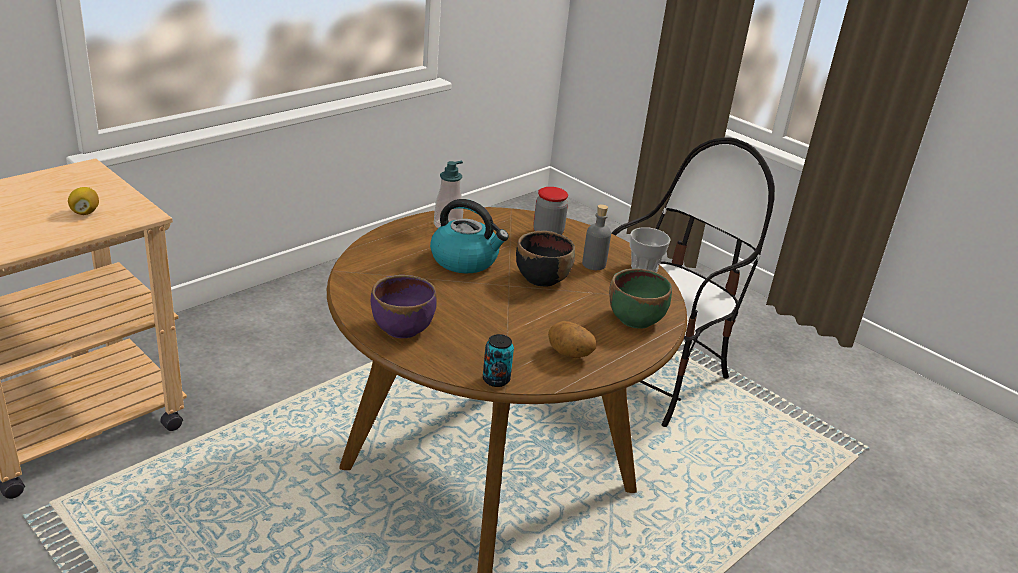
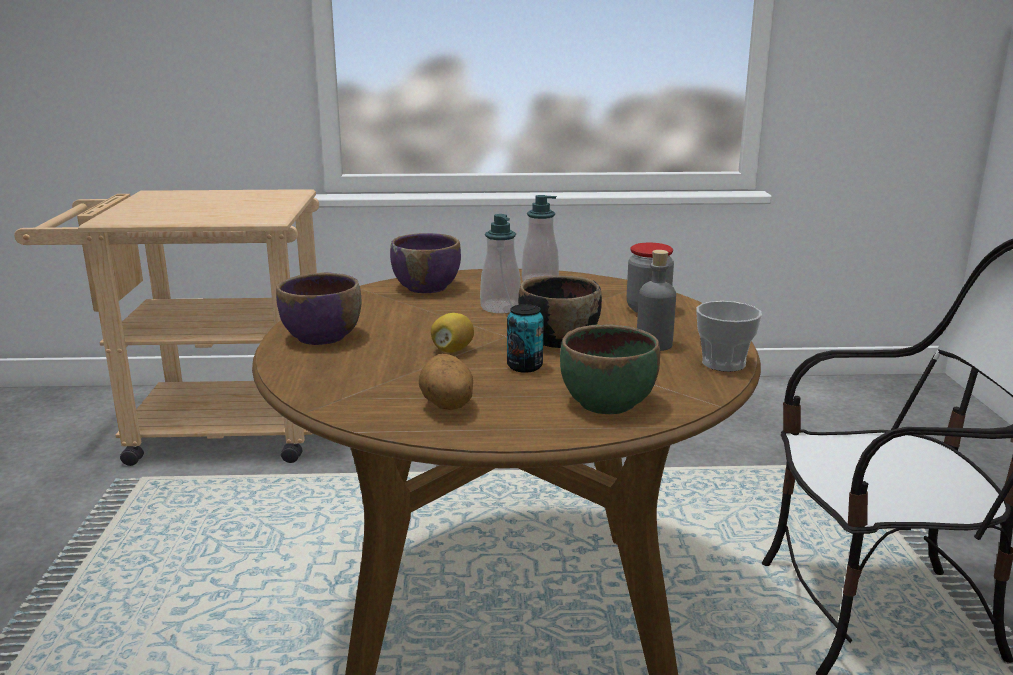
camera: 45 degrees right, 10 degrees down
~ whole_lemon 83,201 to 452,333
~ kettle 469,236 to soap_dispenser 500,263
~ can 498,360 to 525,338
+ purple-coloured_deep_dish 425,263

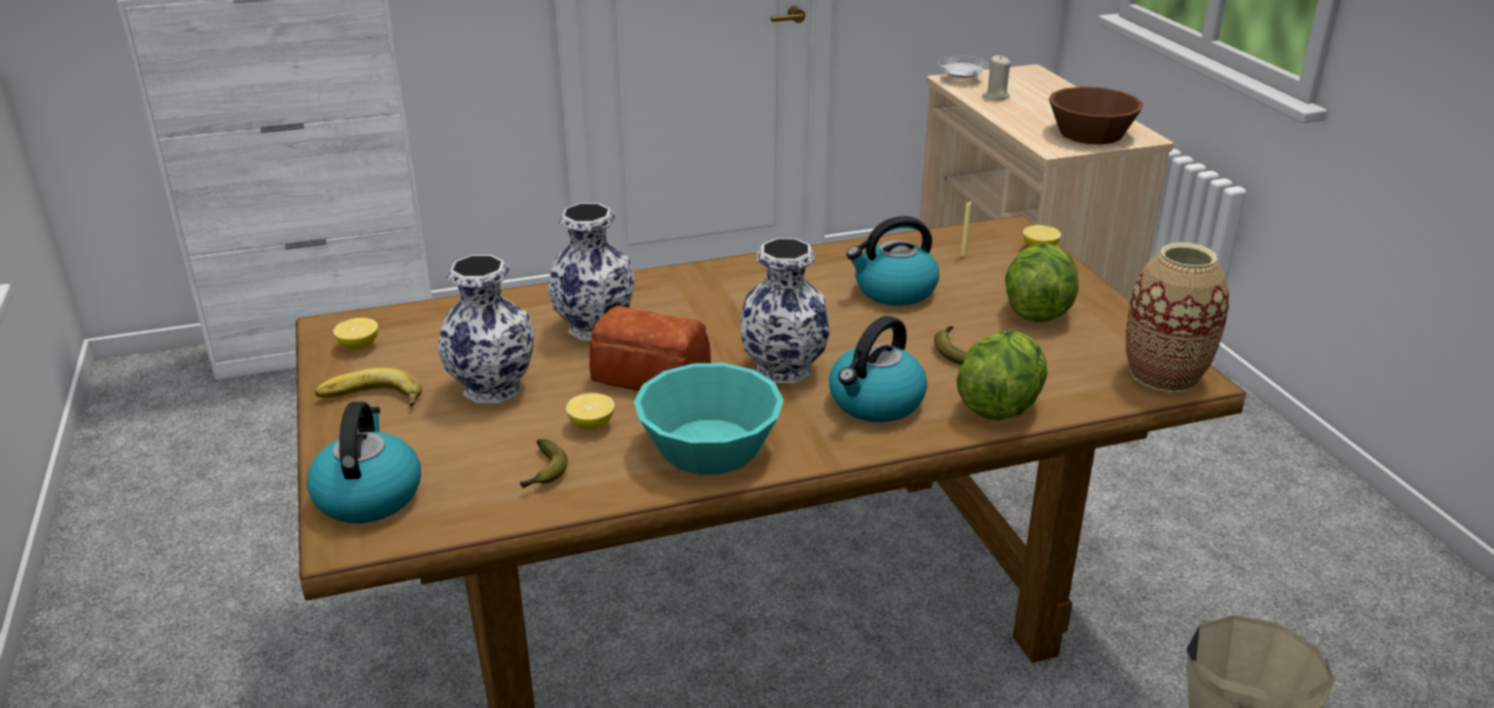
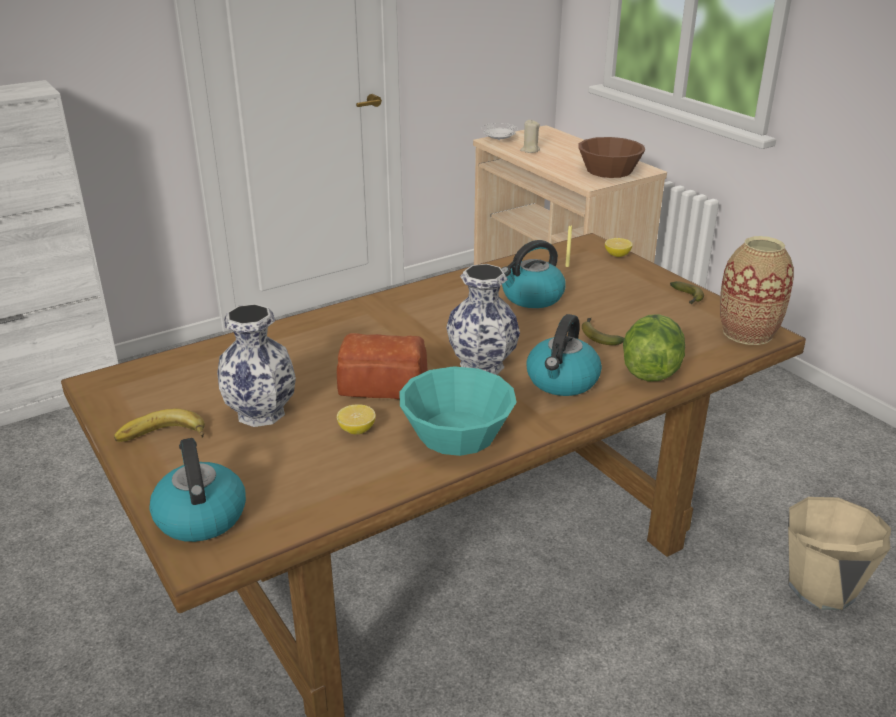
camera: 15 degrees left, 0 degrees up
- whole_lemon 355,334
~ banana 544,463 to 687,292
- flower_vase 591,271
- lettuce 1042,282

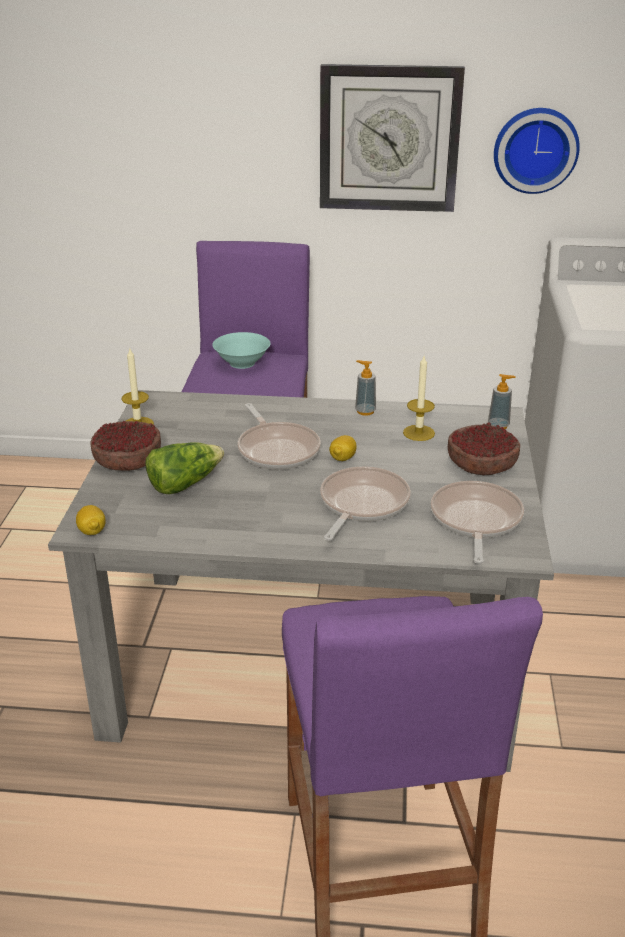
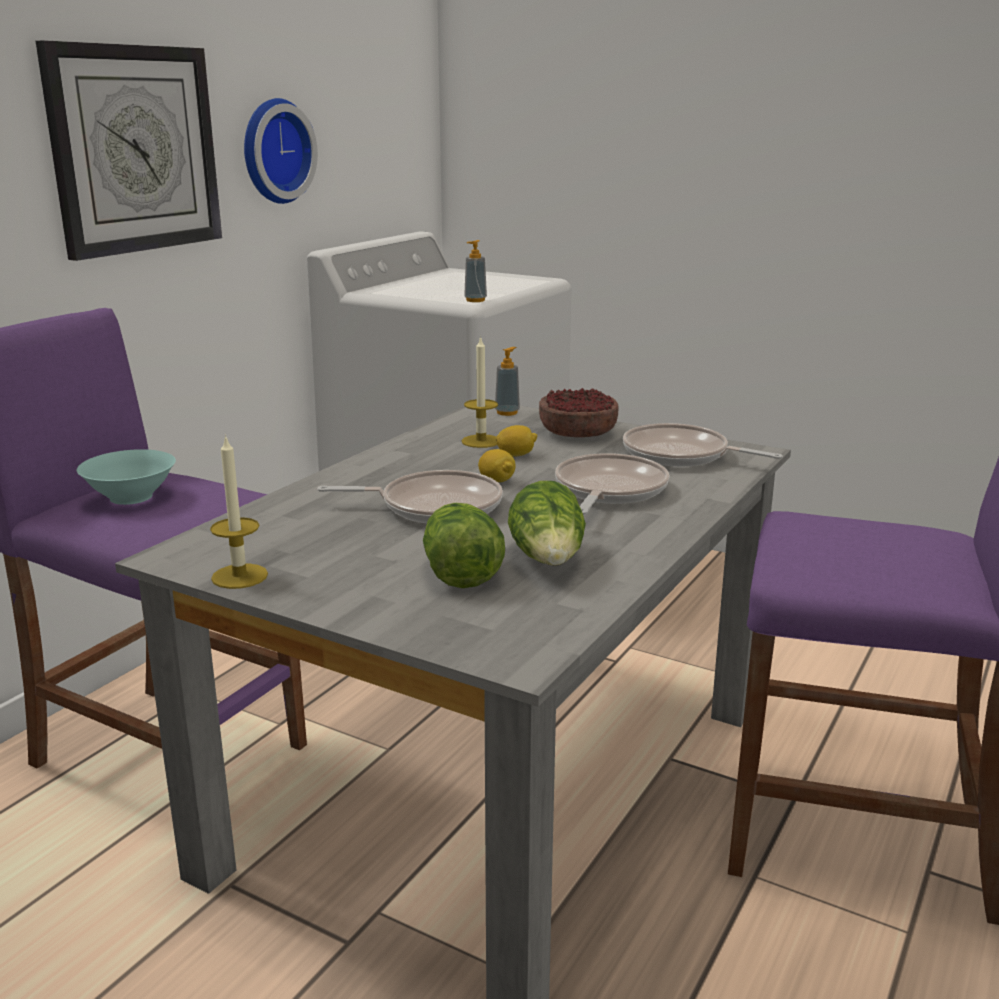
camera: 65 degrees left, 10 degrees down
~ whole_lemon 90,520 to 516,441
- deep_dish 126,446
~ frying_pan 365,503 = 612,484 60 degrees clockwise
~ soap_dispenser 365,388 to 475,271
+ lettuce 547,523

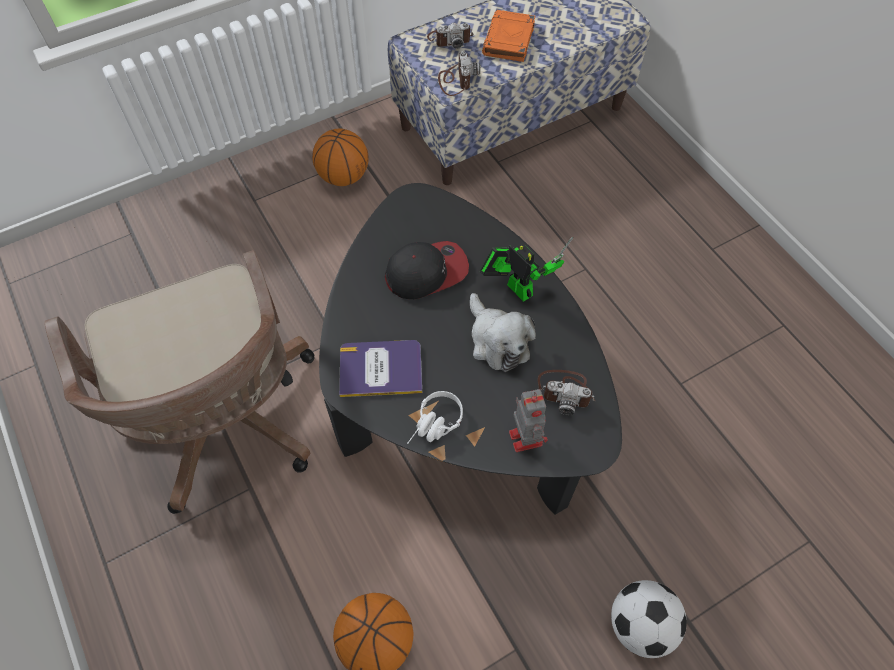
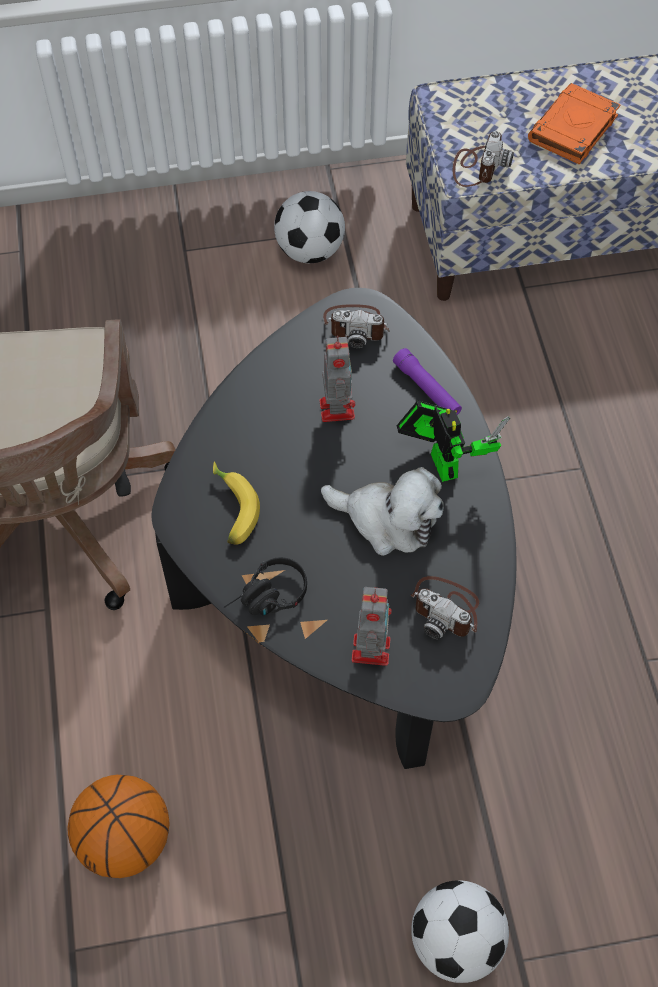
camera: 20 degrees right, 0 degrees up
~ basketball_ball 340,157 to football 309,227
~ volume 380,368 to banana 236,503
~ baseball_cap 427,270 to toy_robot 337,378
~ white-coloured_pair_of_headphones 435,417 to black-coloured_pair_of_headphones 265,586
~ photo_camera 450,36 to 356,326
~ cuddly_toy 503,332 = 382,511 60 degrees counterclockwise
+ purple-coloured_flashlight 427,381

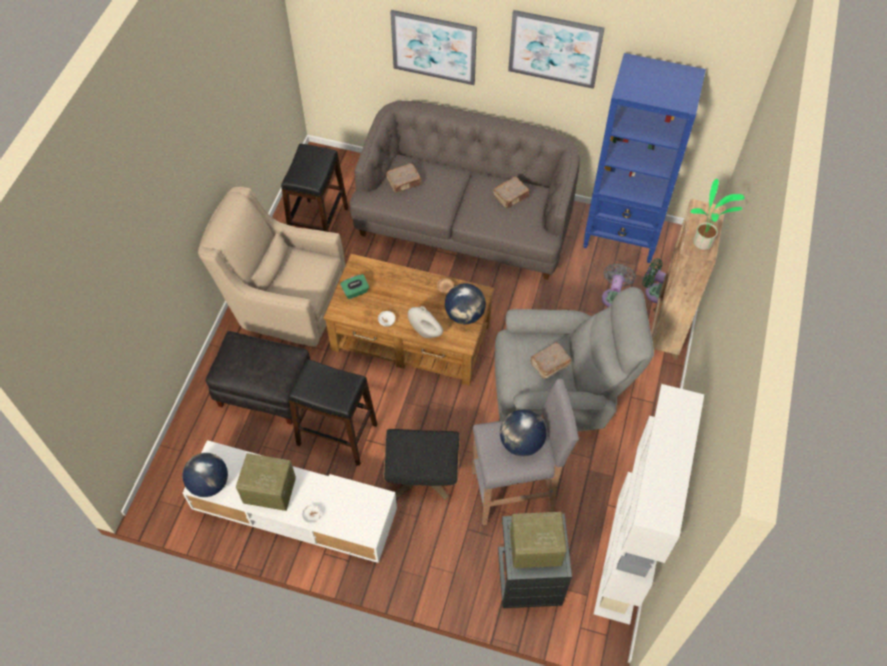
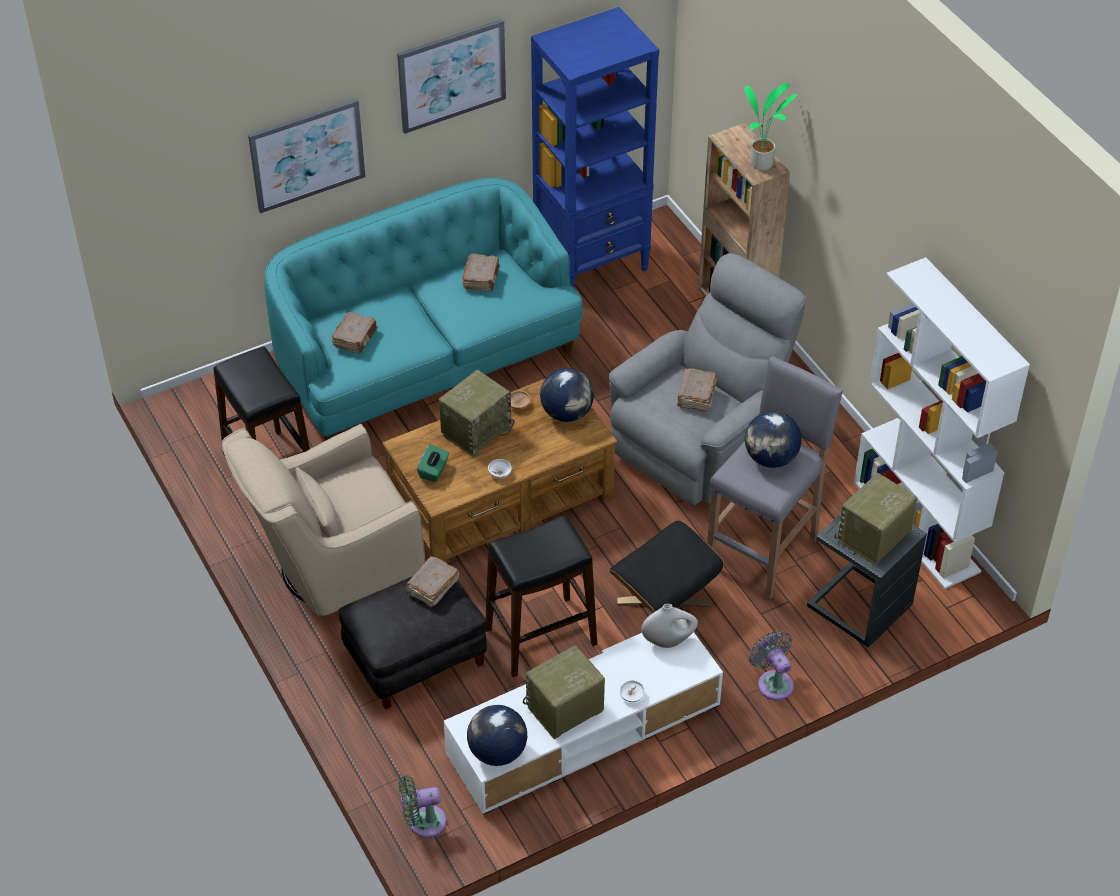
camera: 45 degrees left, 10 degrees down
~ gray_settee 465,190 to turquoise-coloured_settee 424,309
~ white-coloured_flower_vase 425,322 to 670,626
~ gray_cooling_fan 619,285 to 771,665
~ greenish_cooling_fan 654,280 to 423,806
+ brown-coloured_volume 432,581
+ radio 477,413

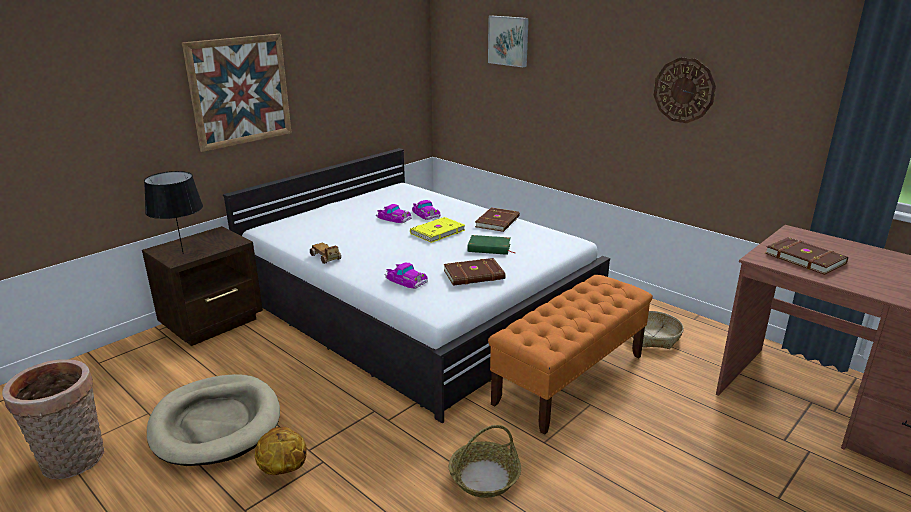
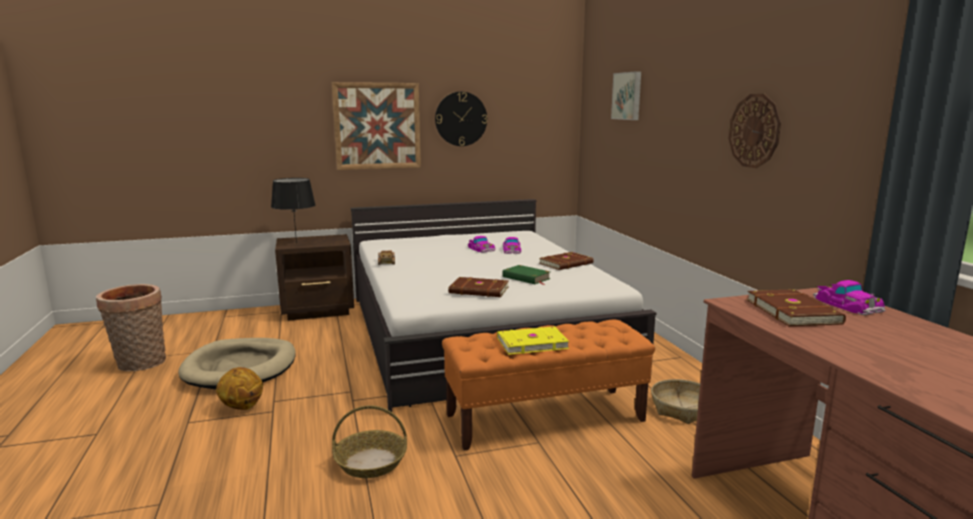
camera: 30 degrees right, 10 degrees down
~ model_car 406,276 to 849,297
~ yellow_volume 437,230 to 533,340
+ wall_clock 461,119

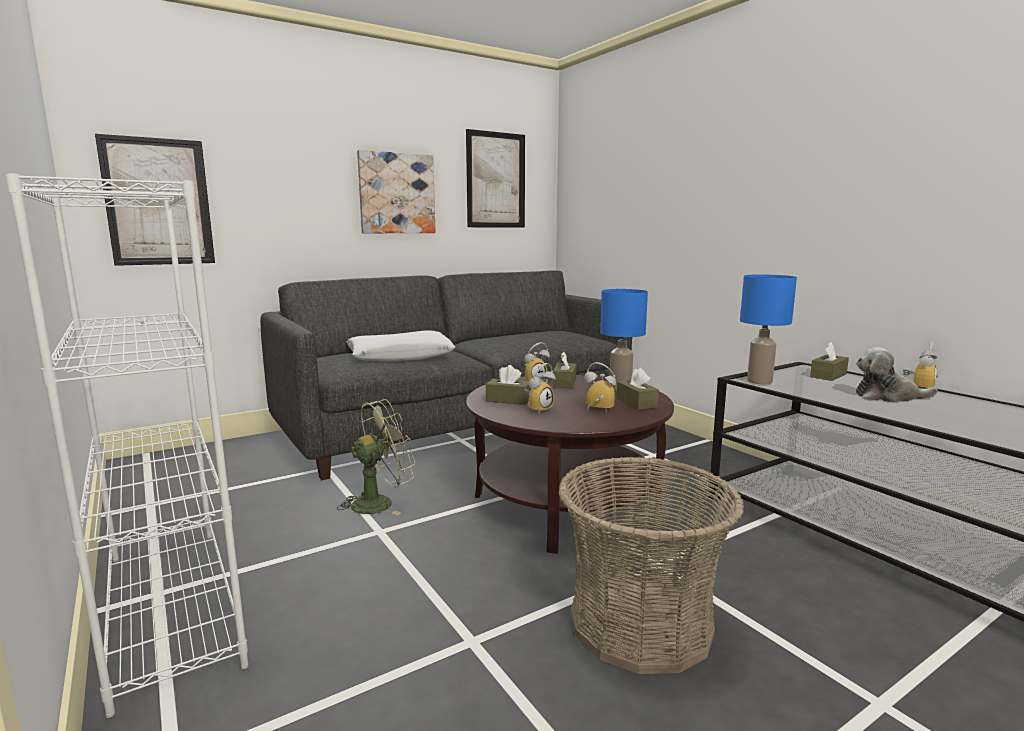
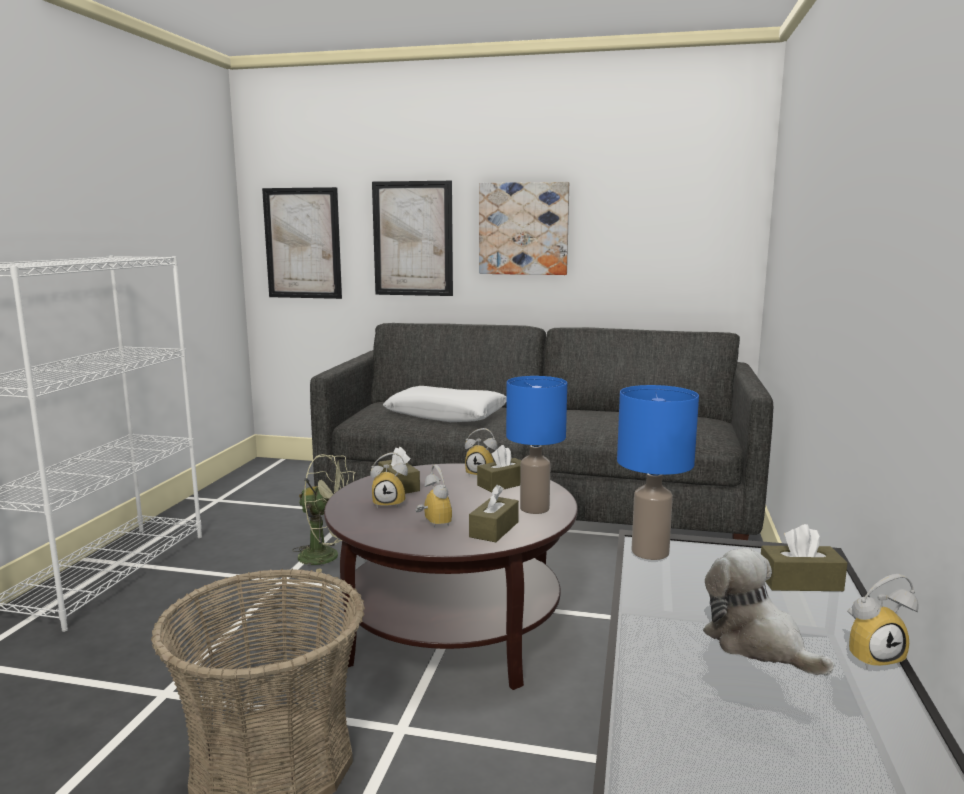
camera: 45 degrees right, 0 degrees up
~ wall_picture 495,178 to 412,238

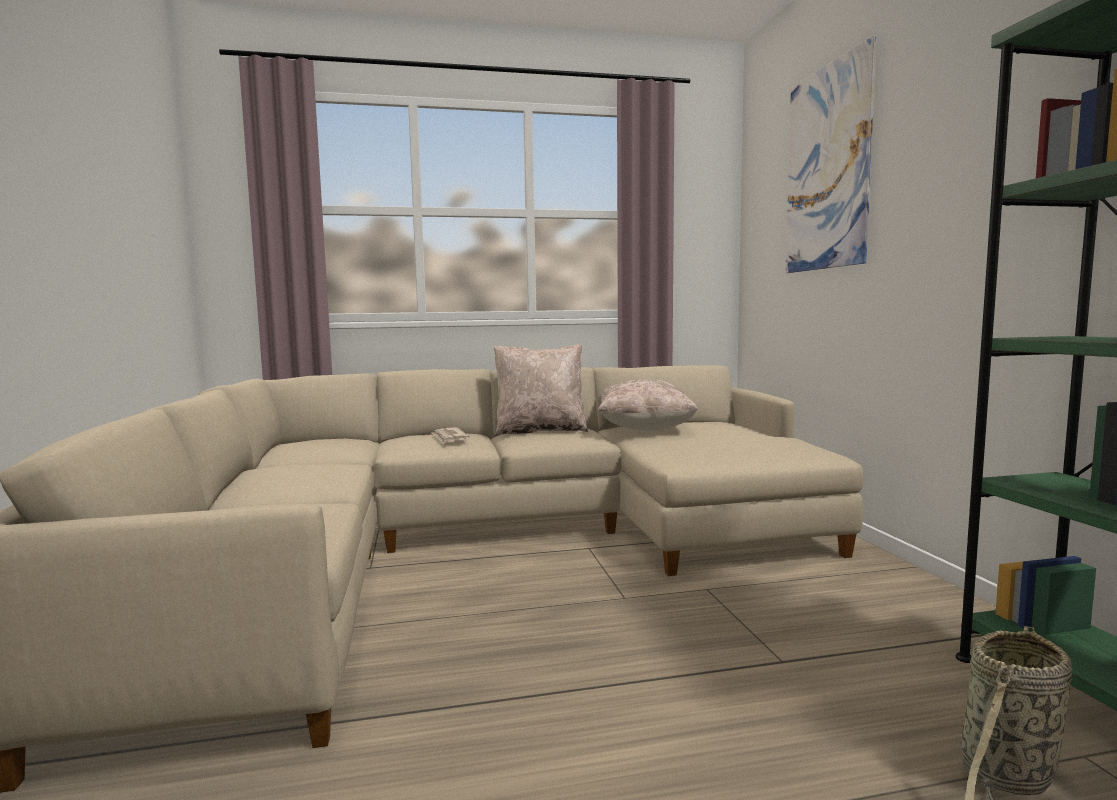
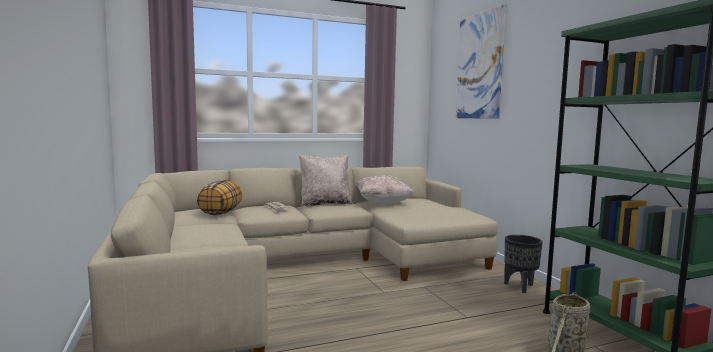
camera: 10 degrees left, 0 degrees up
+ cushion 219,198
+ black-coloured_planter 523,264

